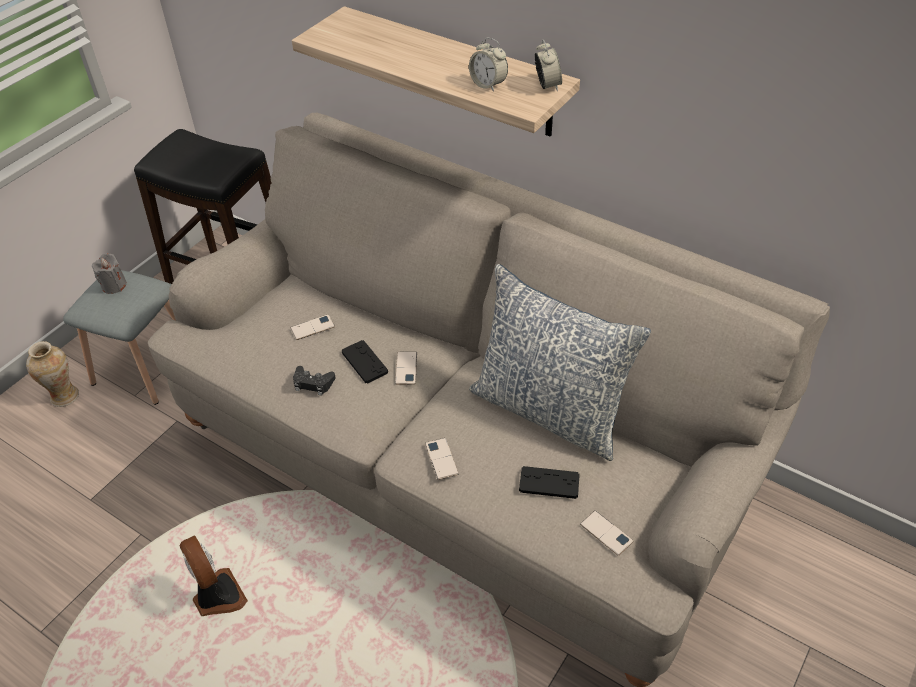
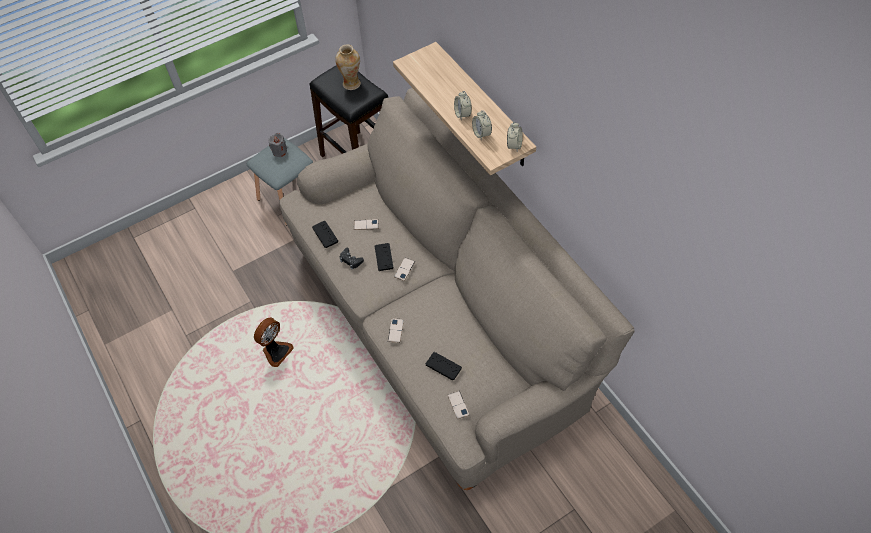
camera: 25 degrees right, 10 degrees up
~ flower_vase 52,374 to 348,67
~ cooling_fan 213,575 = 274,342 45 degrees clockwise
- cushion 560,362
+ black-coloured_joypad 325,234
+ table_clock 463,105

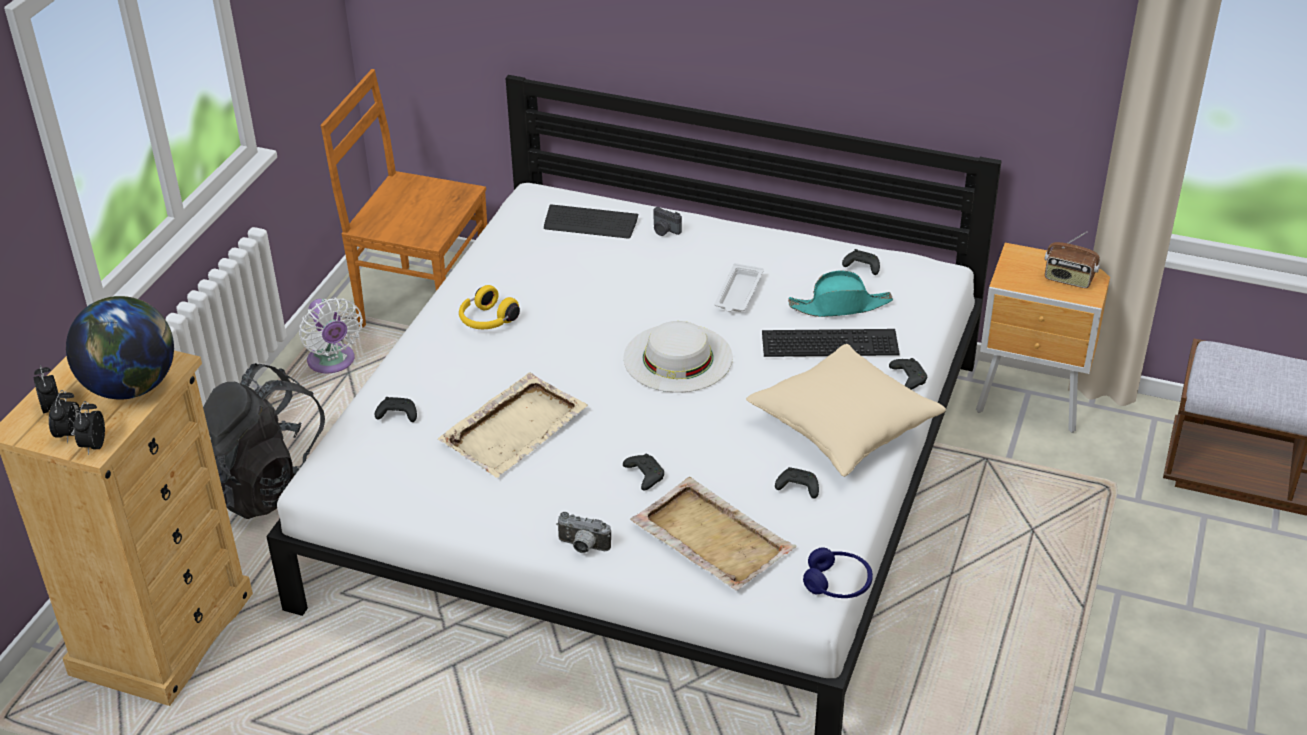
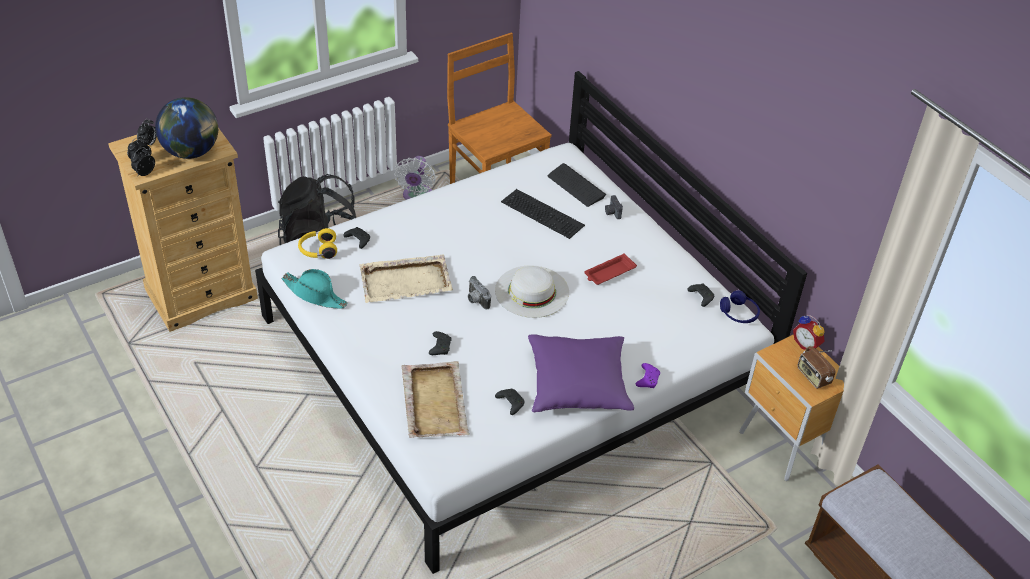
camera: 35 degrees right, 5 degrees up
~ yellow_pair_of_headphones 489,307 to 317,243
~ photo_camera 583,532 to 479,292
~ white-coloured_serving_tray 739,287 to red_serving_tray 611,269
~ beige-coloured_cushion 846,410 to purple-coloured_cushion 581,373
~ keyboard 831,343 to 543,214
~ turquoise-coloured_wearable_hat 840,293 to 314,288
~ bluish_pair_of_headphones 838,573 to 740,306
~ black-coloured_joypad 908,374 to purple-coloured_joypad 648,375
+ table_clock 809,333

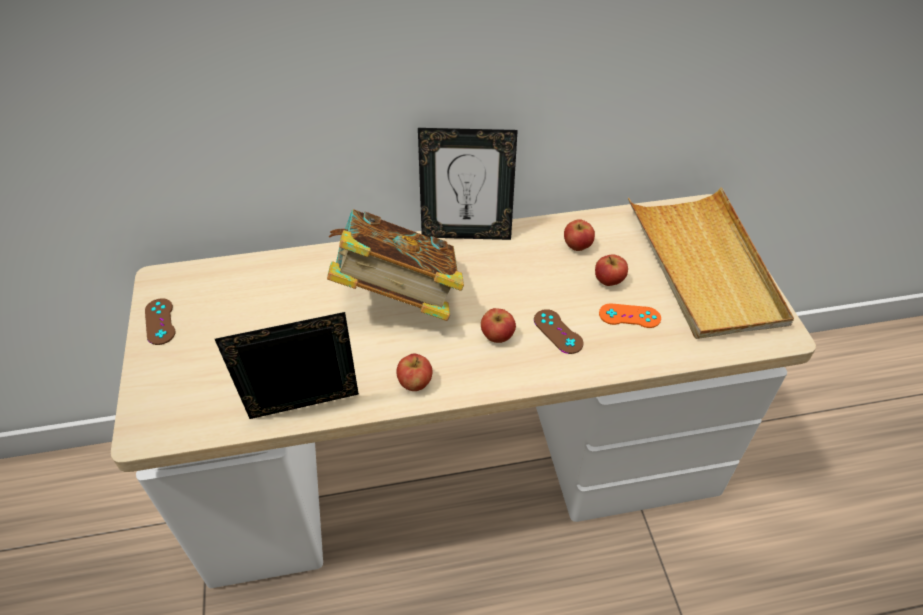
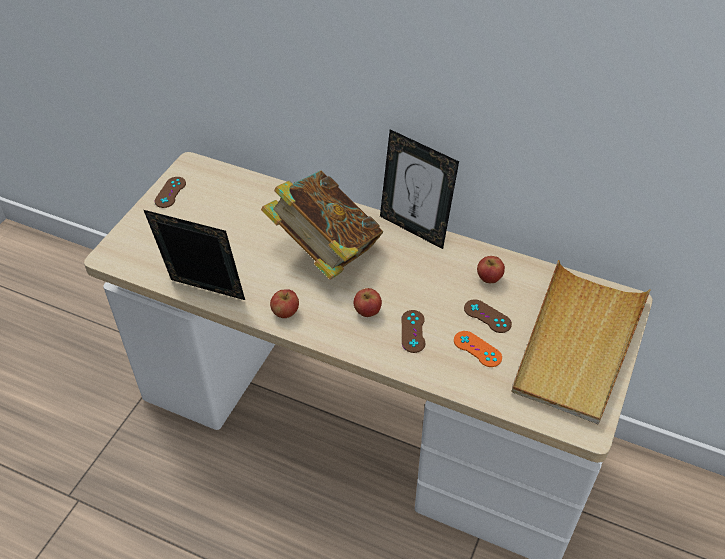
camera: 35 degrees right, 0 degrees up
~ apple_fruit 611,270 to brown-coloured_joypad 488,316

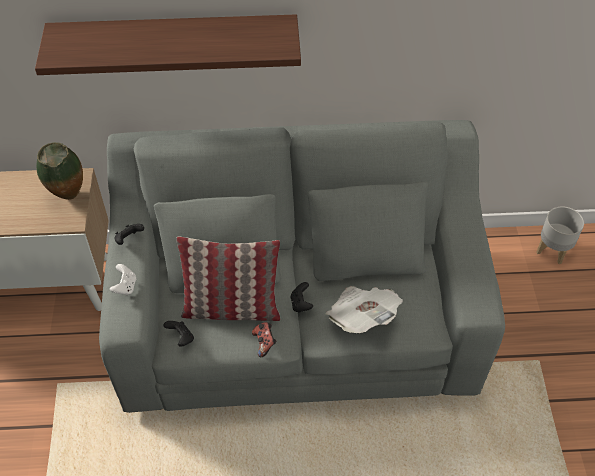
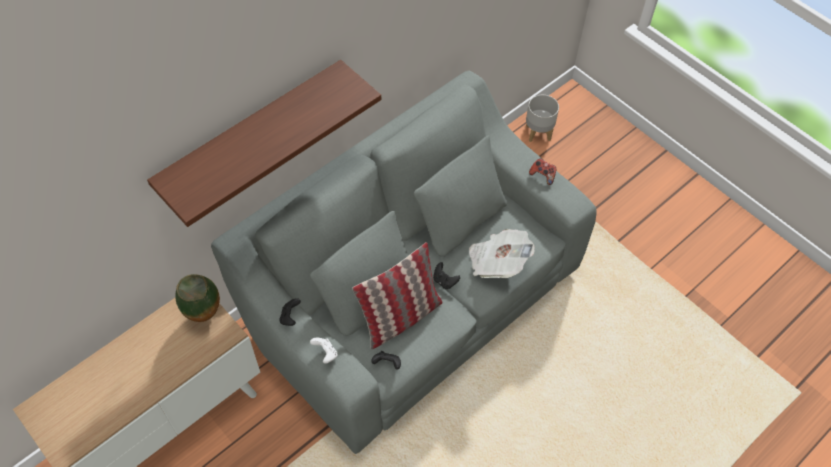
camera: 40 degrees left, 5 degrees up
~ joypad 264,339 to 542,171

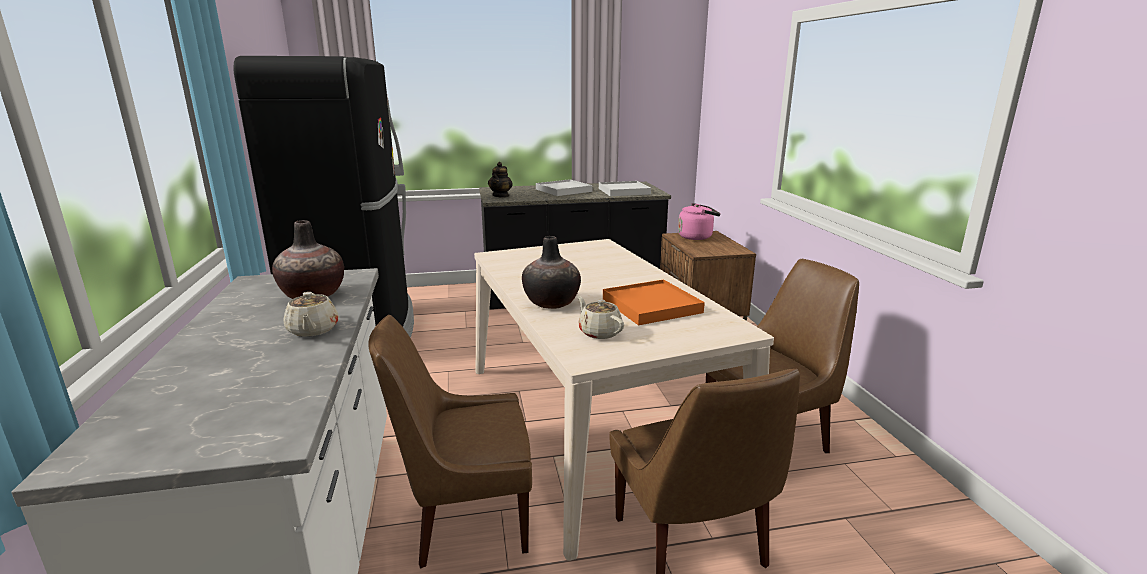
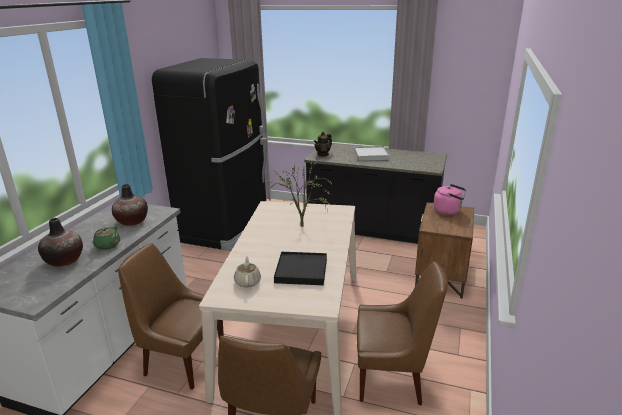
camera: 30 degrees right, 5 degrees up
~ beige-coloured_tea_pot 311,314 to greenish_tea_pot 106,238
~ flower_vase 551,272 to 60,242
- white-coloured_serving_tray 625,188
~ orange_serving_tray 654,302 to black-coloured_serving_tray 300,268
+ houseplant 299,194

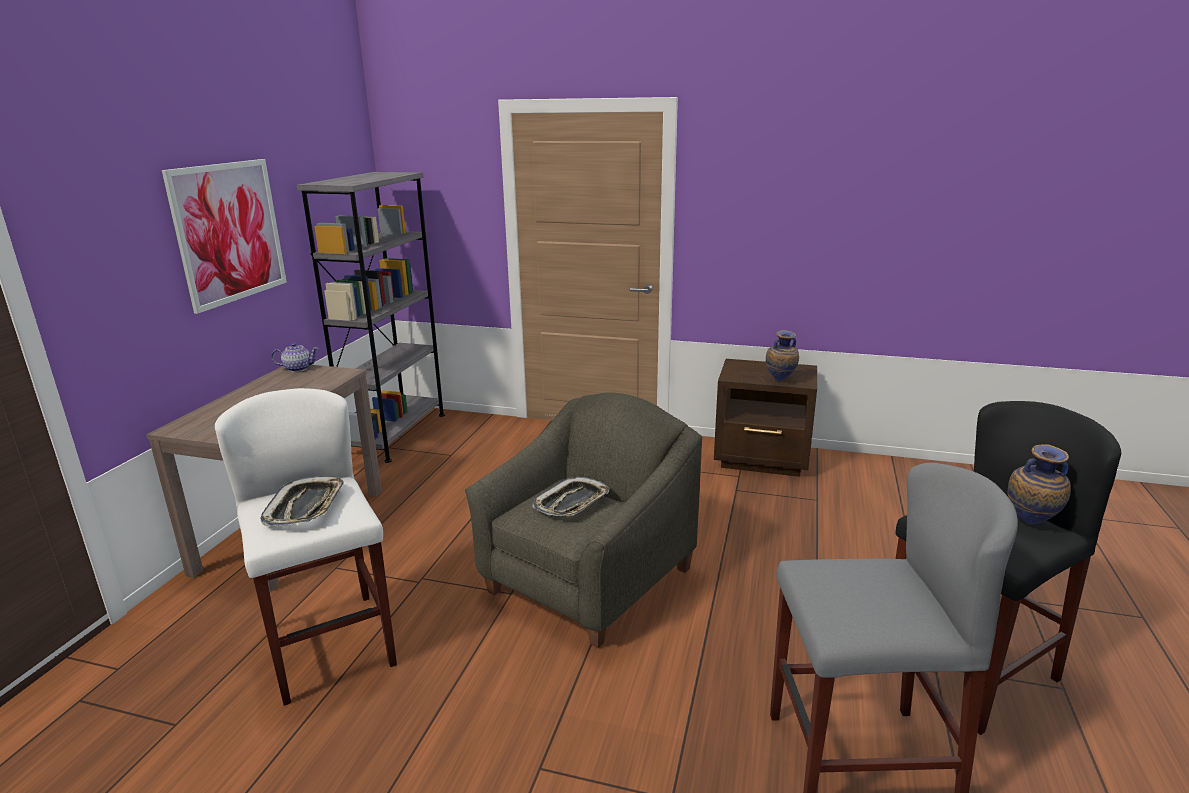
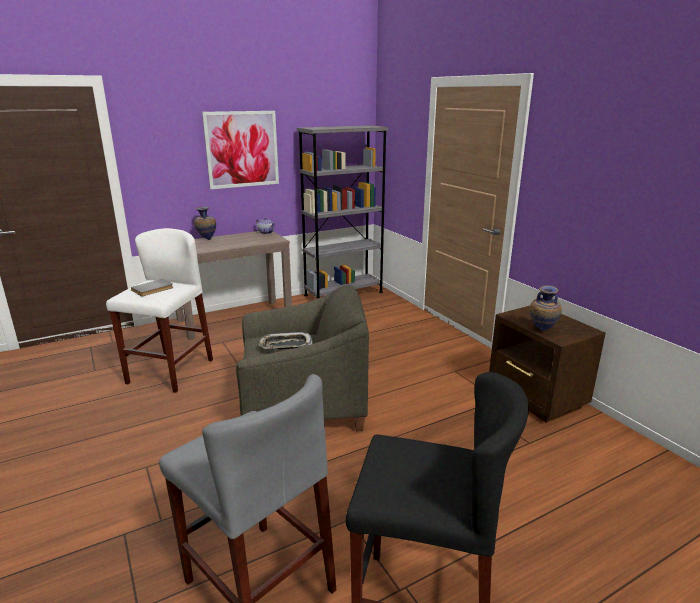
camera: 45 degrees right, 0 degrees up
~ serving_tray 302,501 to gray_volume 152,287
~ flower_vase 1039,484 to 205,223

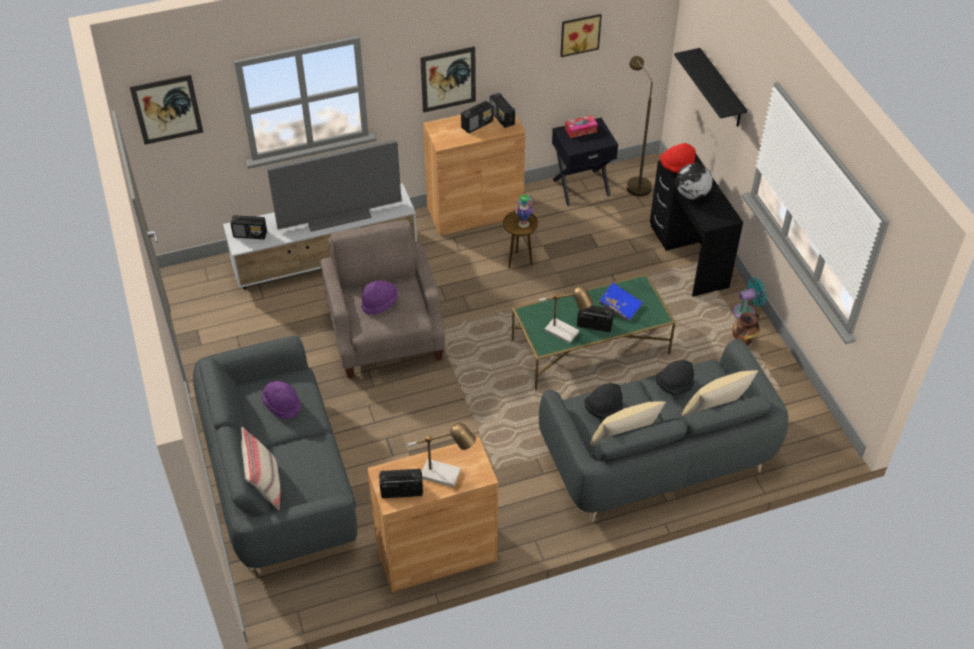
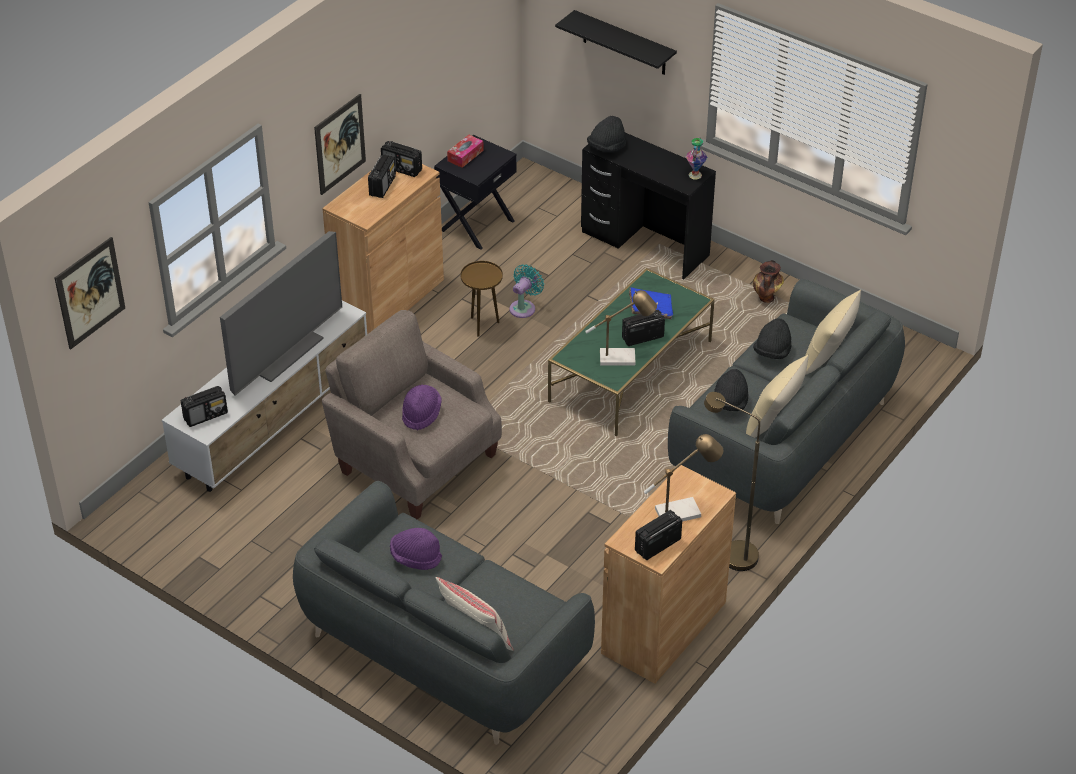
camera: 35 degrees left, 5 degrees down
~ flower_vase 524,211 to 696,158
- wall_picture 581,35
~ brown-coloured_standing_lamp 639,126 to 732,481
~ red_wearable_hat 677,158 to black-coloured_wearable_hat 606,134
- world_globe 694,181
~ turquoise-coloured_cooling_fan 750,298 to 527,291

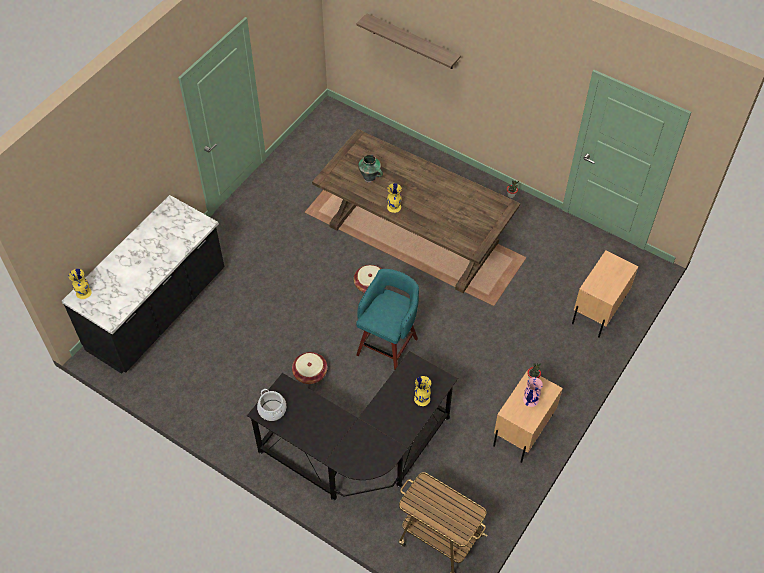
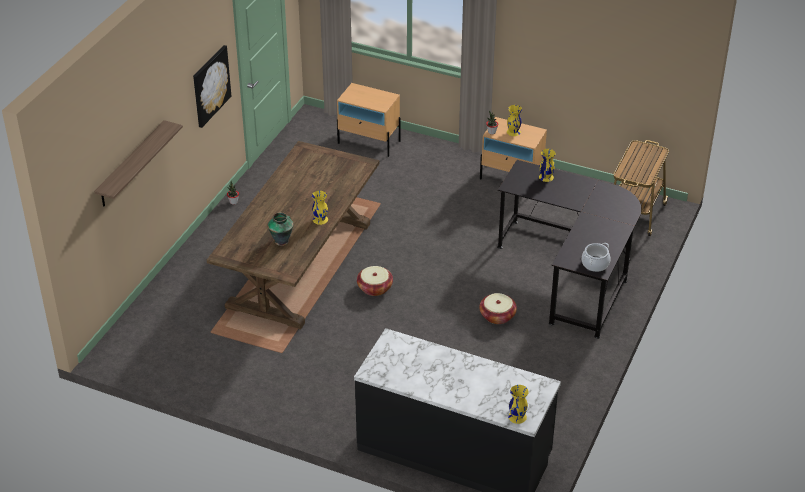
camera: 100 degrees left, 15 degrees down
- turquoise-coloured_sitting_stool 387,319
~ pinkish_flower_vase 533,392 to yellow_flower_vase 514,120
+ wall_picture 212,86

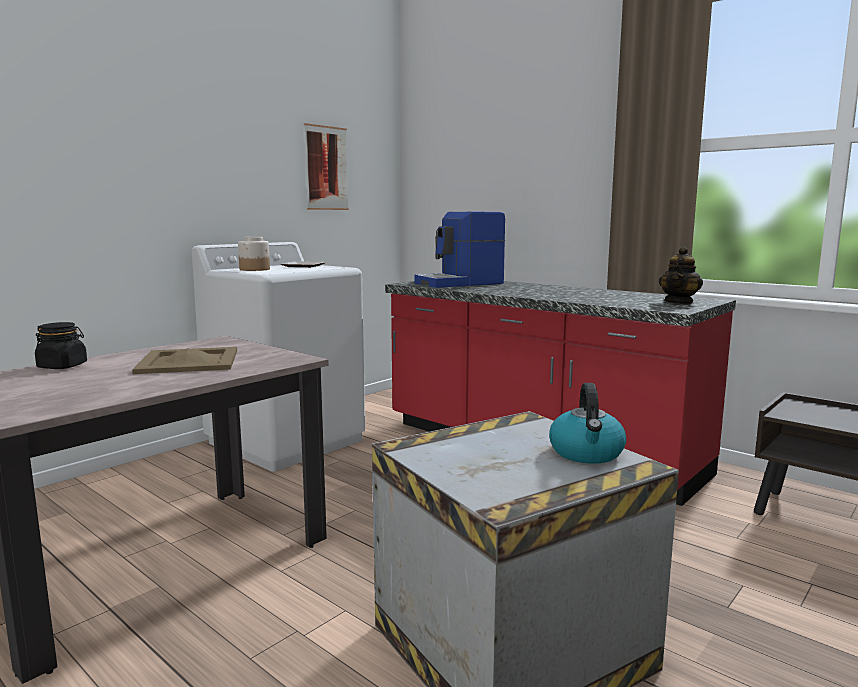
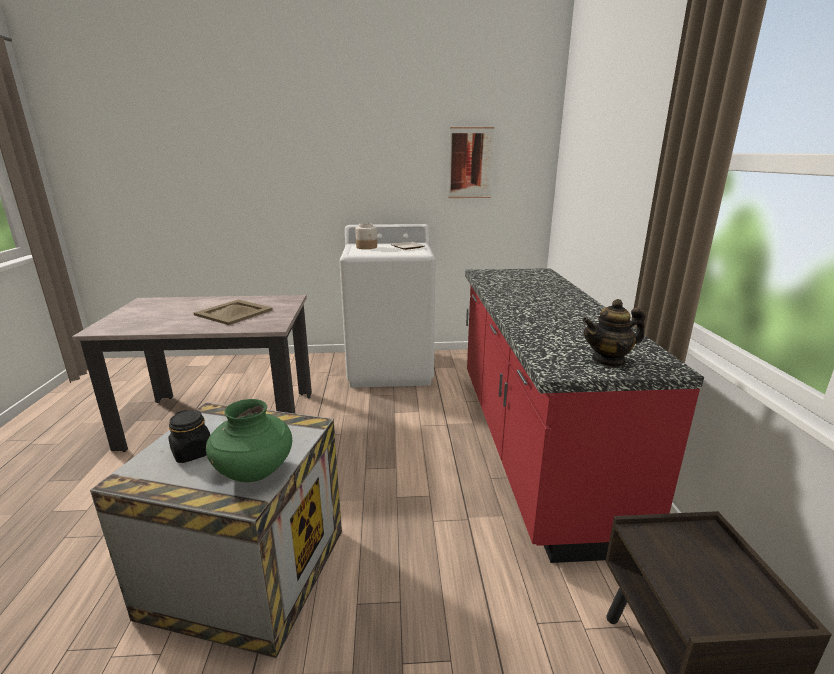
camera: 45 degrees right, 10 degrees up
~ black-coloured_preserve_jar 61,345 to 189,436
- coffee_maker 459,250
~ kettle 587,423 to greenish_flower_vase 249,440

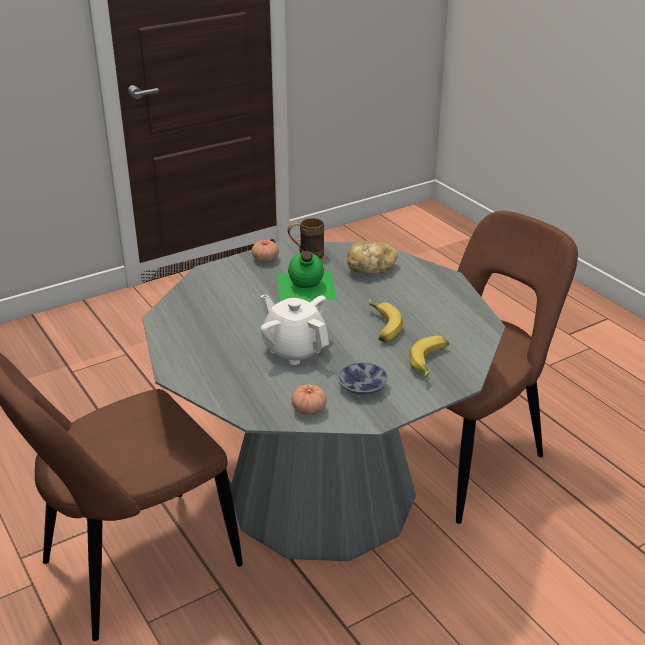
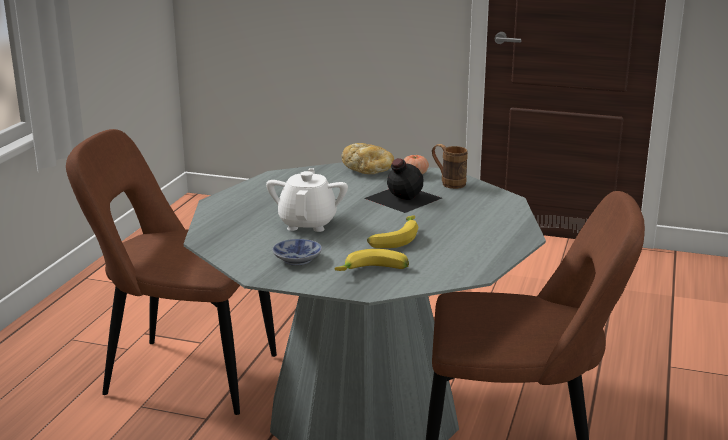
camera: 50 degrees right, 10 degrees down
~ greenish_bottle 307,276 to black-coloured_bottle 403,185
- whole_tomato 309,399
~ bakery_bread 372,257 to 368,158

